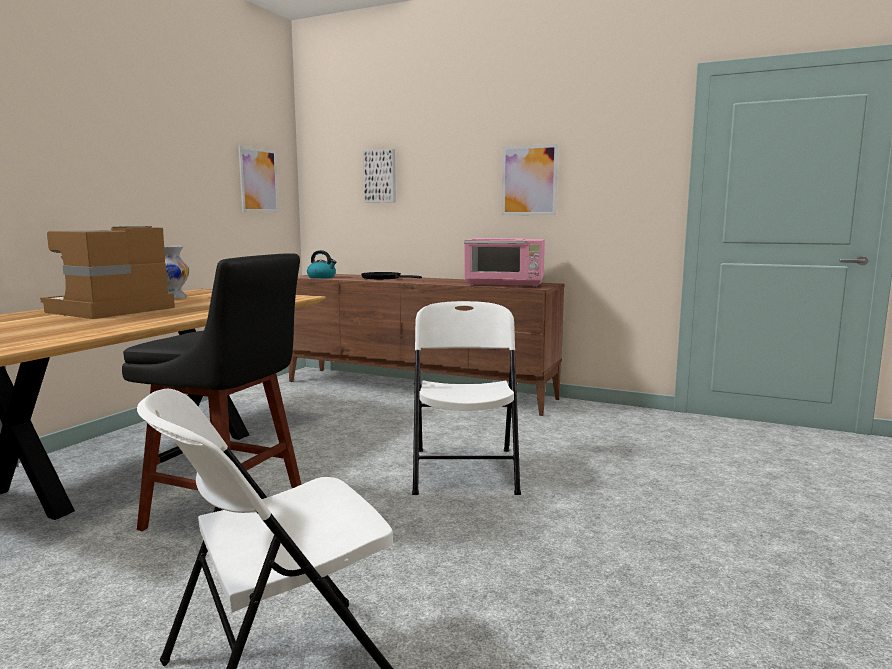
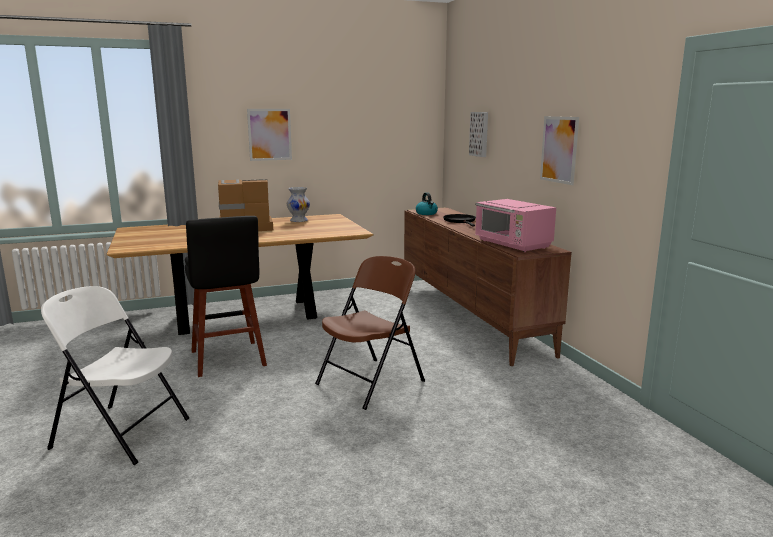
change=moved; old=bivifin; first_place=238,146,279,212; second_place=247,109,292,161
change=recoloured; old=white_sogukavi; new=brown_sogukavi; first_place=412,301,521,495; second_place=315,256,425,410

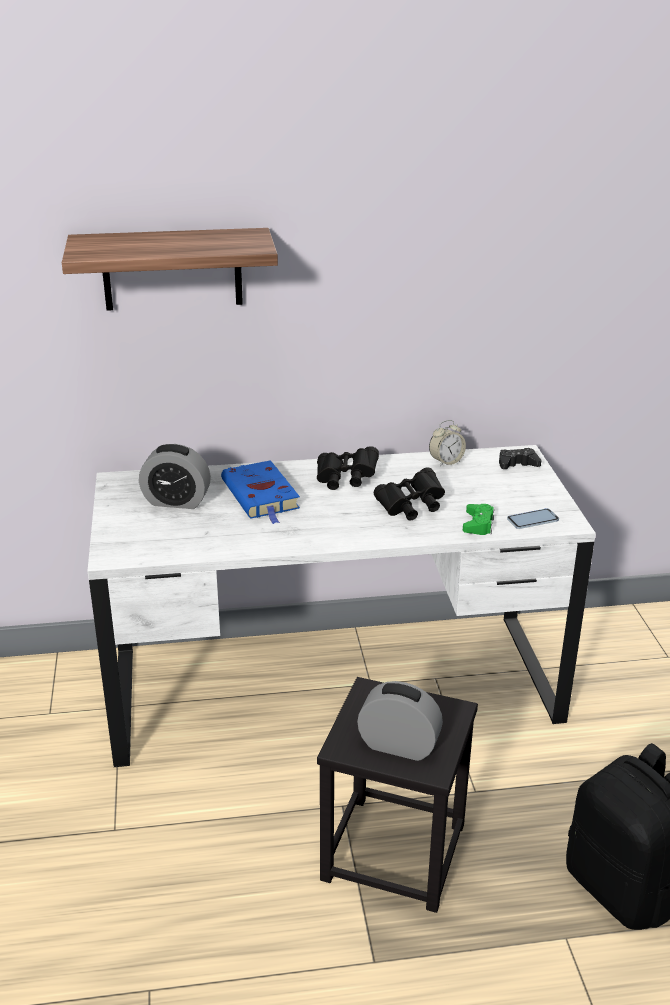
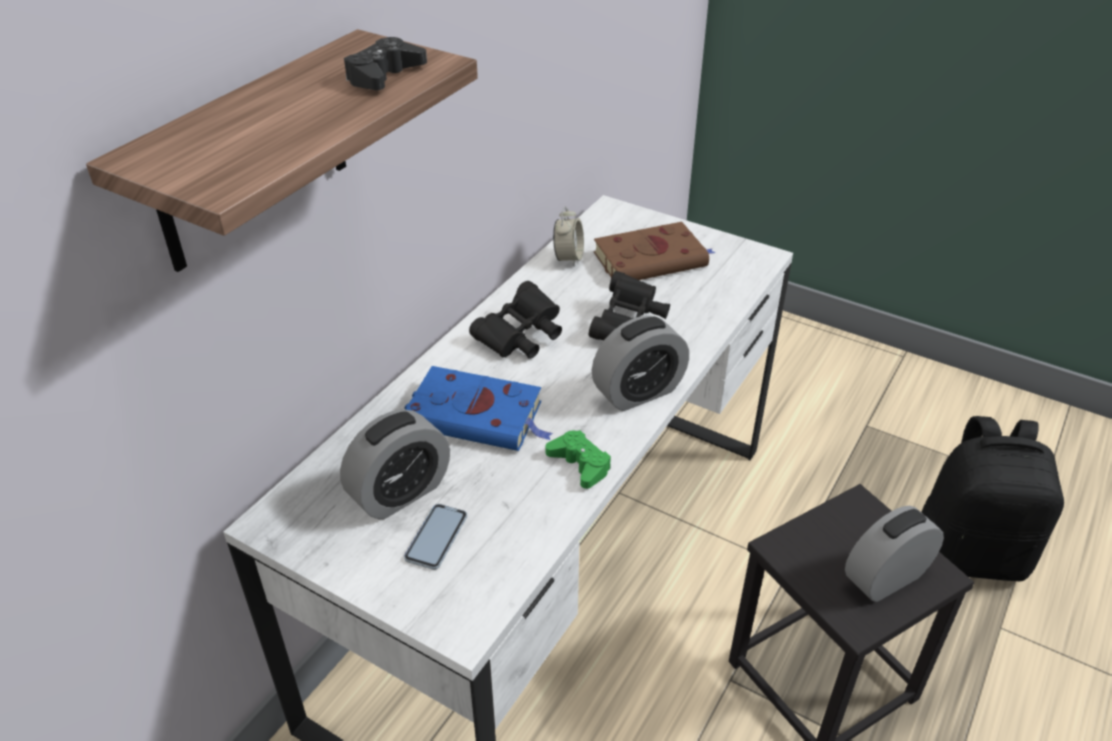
change=moved; old=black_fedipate; first_place=499,448,541,469; second_place=344,37,427,90
change=moved; old=green_fedipate; first_place=463,504,494,535; second_place=546,430,611,489
change=moved; old=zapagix; first_place=507,508,559,529; second_place=404,504,467,570
change=added; new=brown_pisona; second_place=594,222,716,280
change=added; new=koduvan; second_place=592,316,689,411

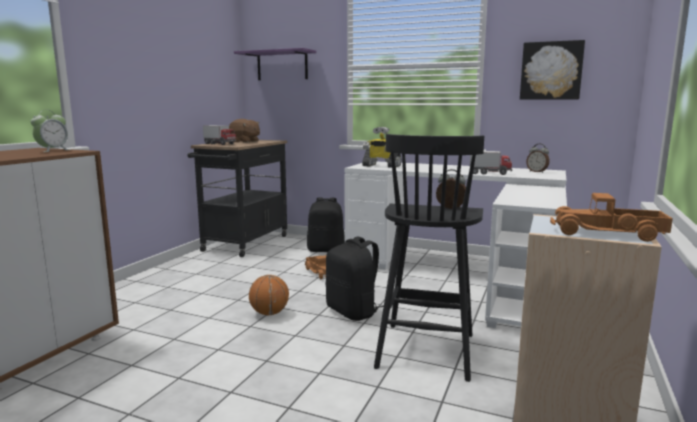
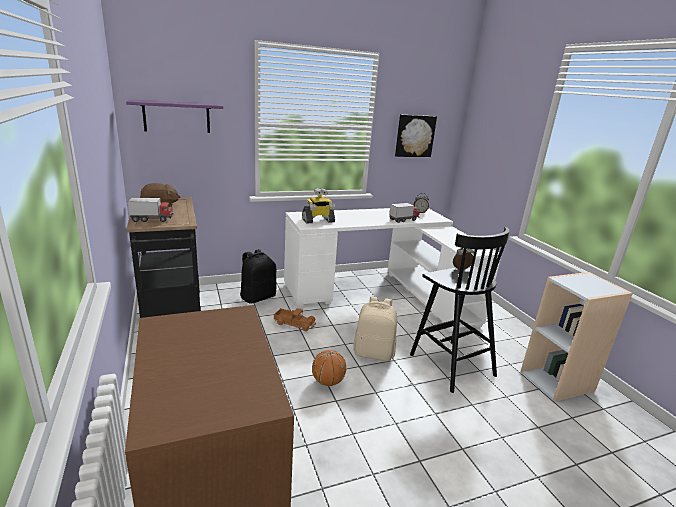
change=removed; old=koduvan; first_place=30,110,69,152
change=removed; old=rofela; first_place=550,193,673,242
change=recoloured; old=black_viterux; new=beige_viterux; first_place=326,236,384,321; second_place=353,296,397,362

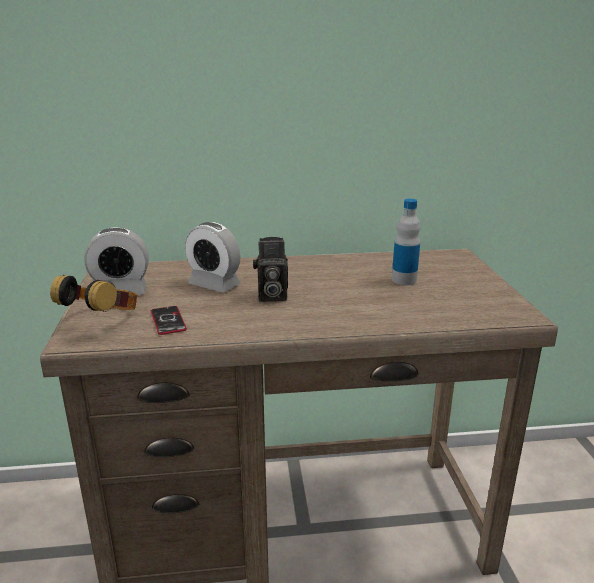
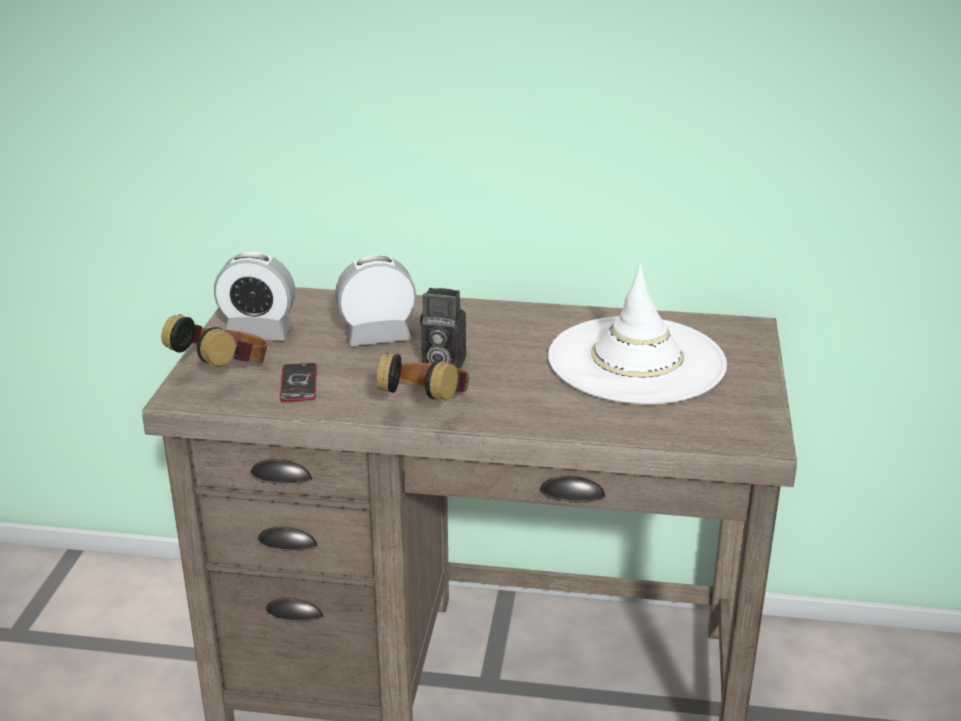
change=replaced; old=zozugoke; new=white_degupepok; first_place=392,199,420,285; second_place=548,264,727,405
change=turned; old=koduvan; first_place=185,222,241,292; second_place=335,255,416,346; degrees=120
change=added; new=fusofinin; second_place=377,352,470,401

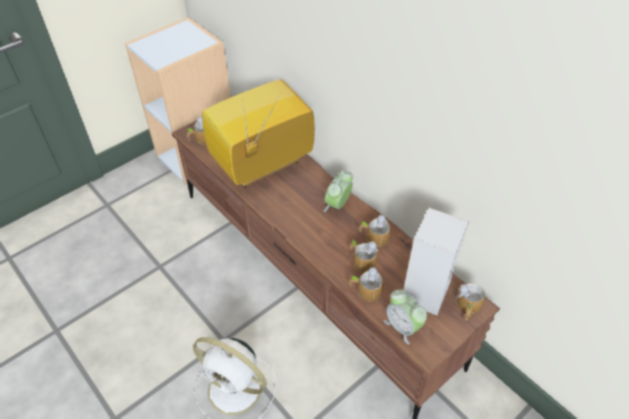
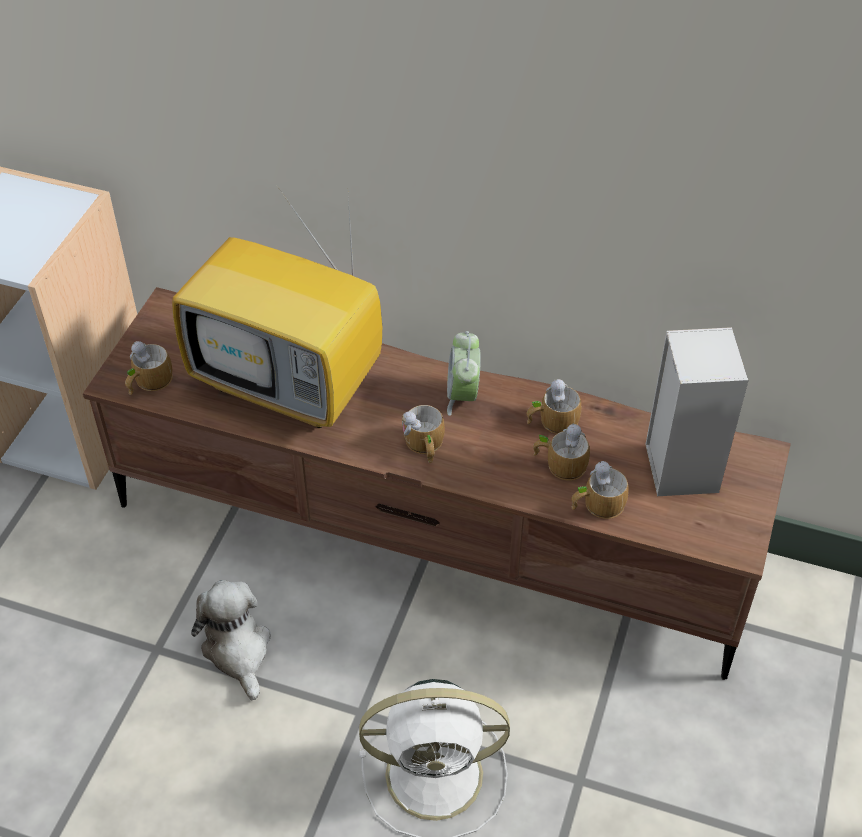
change=turned; old=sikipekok; first_place=202,80,315,187; second_place=172,183,382,428; degrees=-90
change=moved; old=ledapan; first_place=457,283,485,320; second_place=402,405,445,463
change=removed; old=koduvan; first_place=384,289,427,345
change=added; new=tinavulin; second_place=191,580,271,700

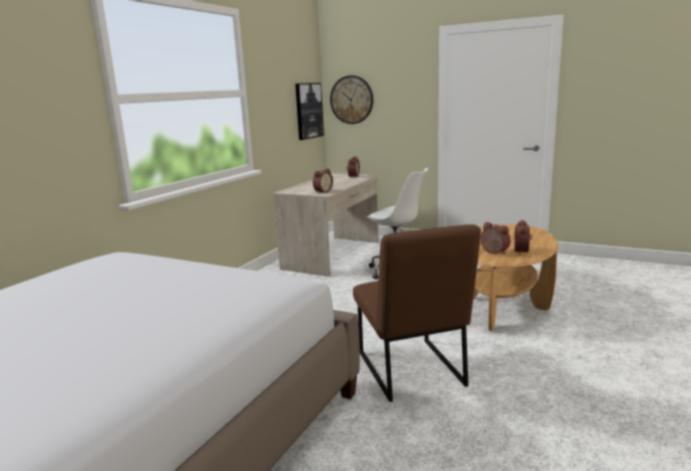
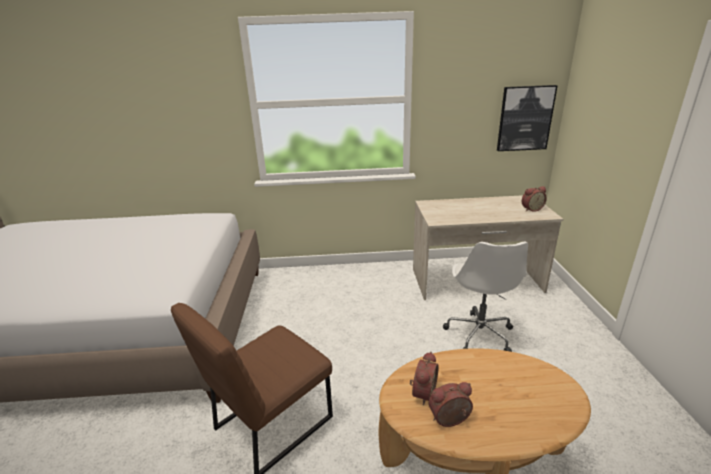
change=removed; old=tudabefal; first_place=330,75,373,124
change=removed; old=koduvan; first_place=313,168,333,194

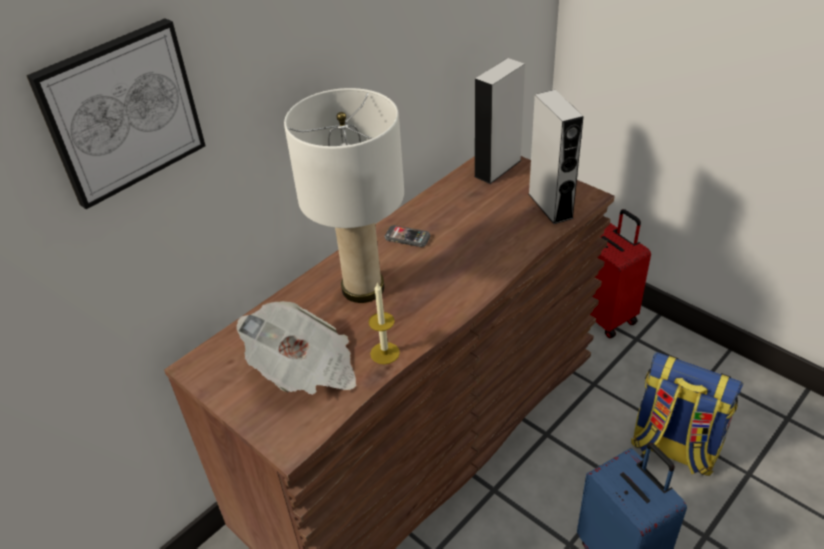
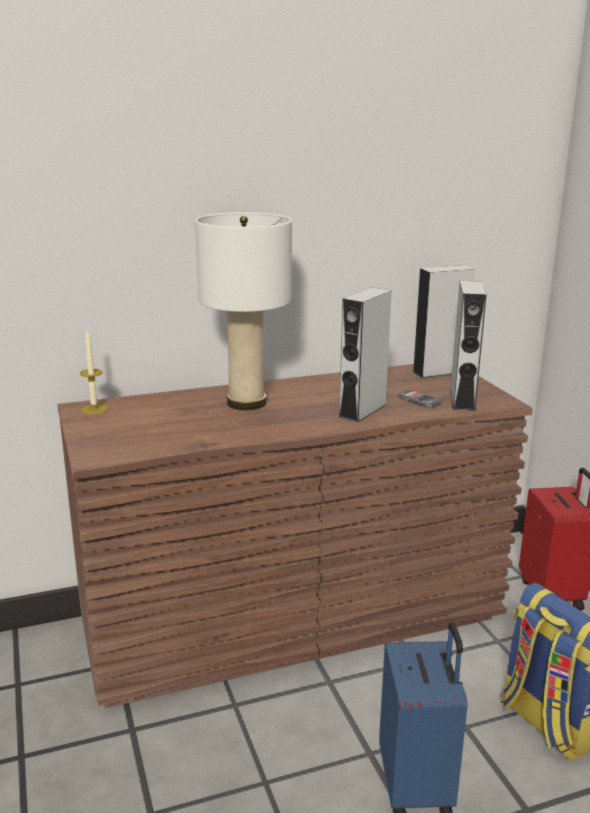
change=removed; old=bivifin; first_place=26,18,205,209
change=moved; old=zapagix; first_place=384,225,431,247; second_place=399,390,442,408
change=moved; old=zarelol; first_place=369,283,400,364; second_place=80,331,108,415
change=removed; old=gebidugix; first_place=236,301,356,395
change=added; new=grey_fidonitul; second_place=339,288,392,422

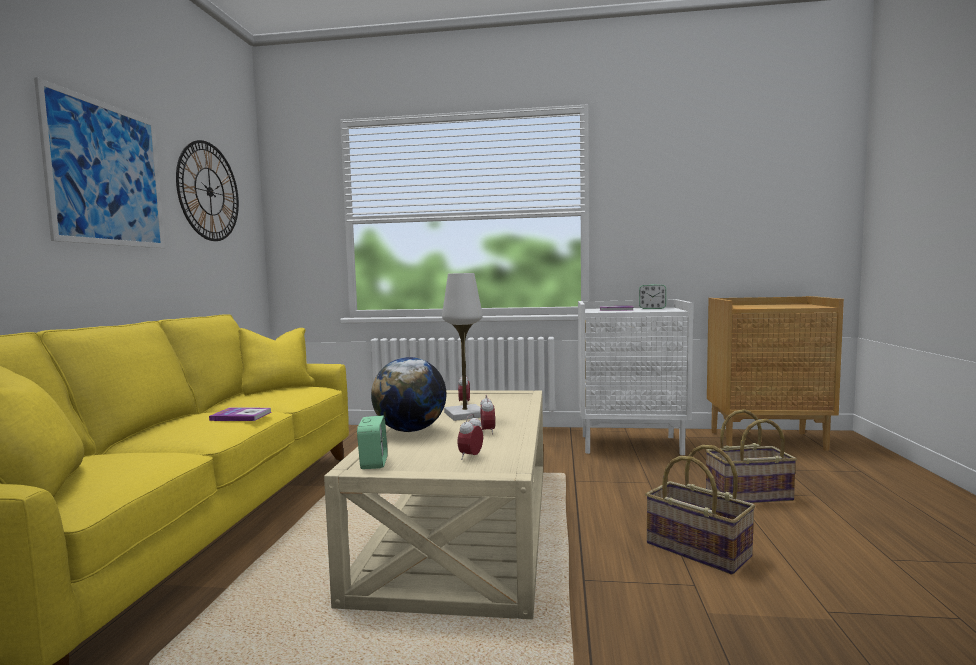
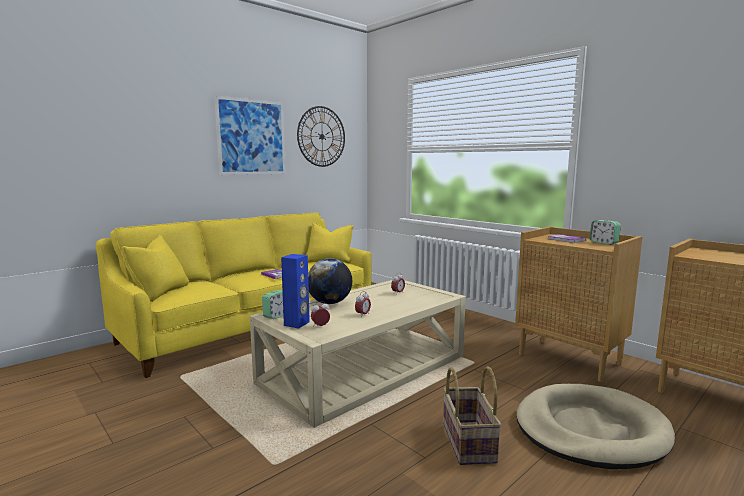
change=removed; old=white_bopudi; first_place=442,273,483,421
change=recoloured; old=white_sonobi; new=brown_sonobi; first_place=578,299,693,455; second_place=515,227,643,382
change=replaced; old=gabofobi; new=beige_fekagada; first_place=705,409,797,503; second_place=516,384,675,469
change=added; new=blue_fidonitul; second_place=281,254,310,329

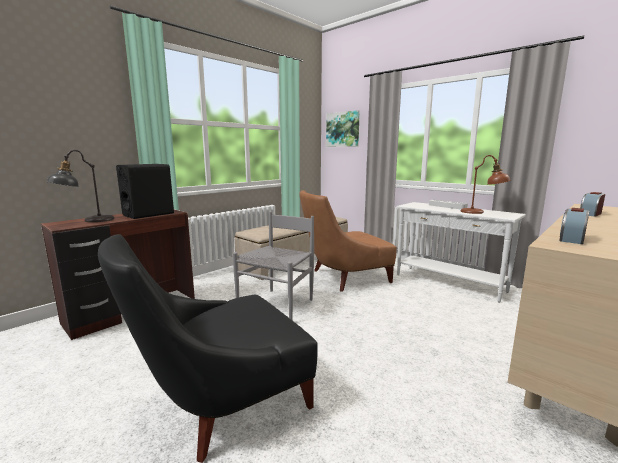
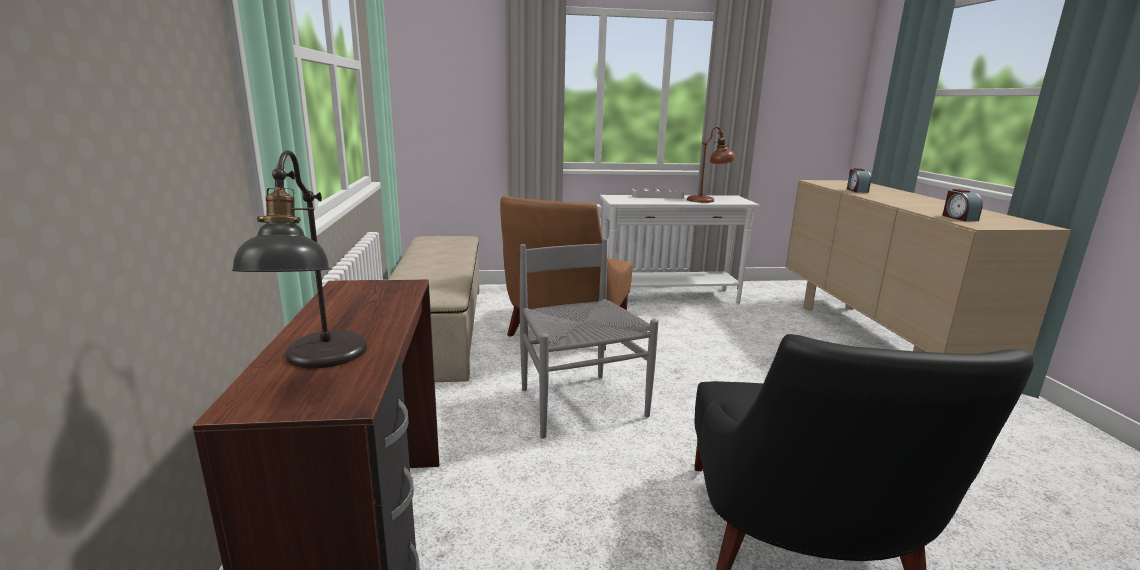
change=removed; old=bivifin; first_place=326,110,360,147
change=removed; old=black_fidonitul; first_place=116,164,174,219

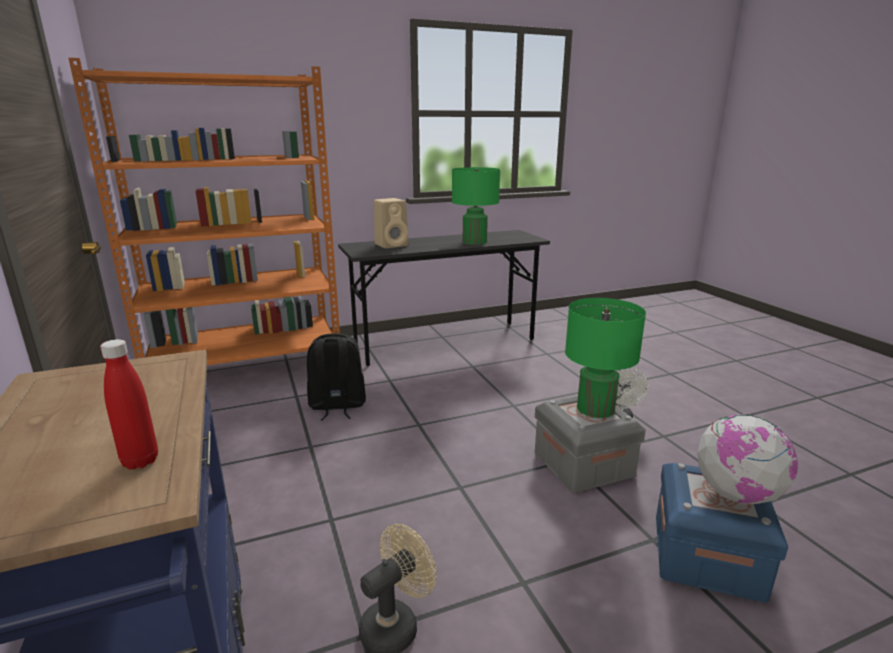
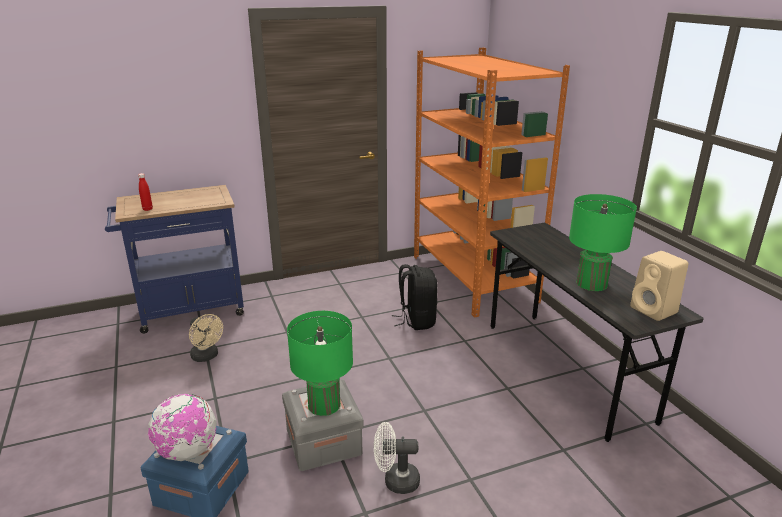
change=moved; old=beige_fidonitul; first_place=374,198,409,249; second_place=630,251,689,321

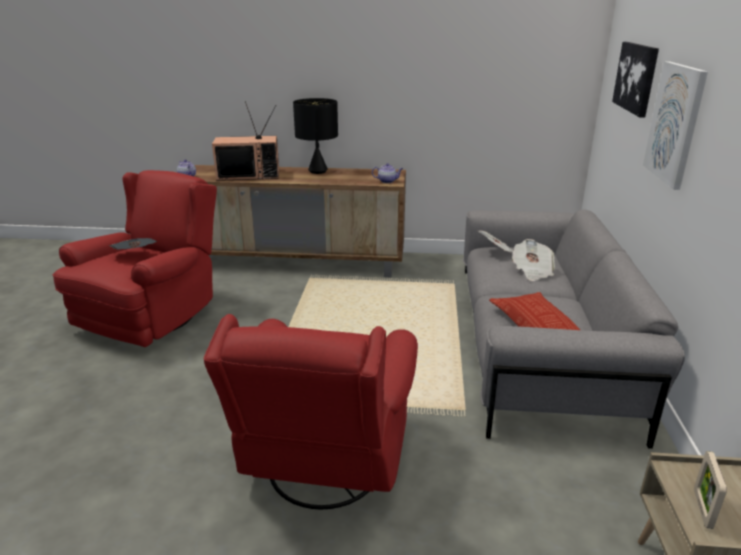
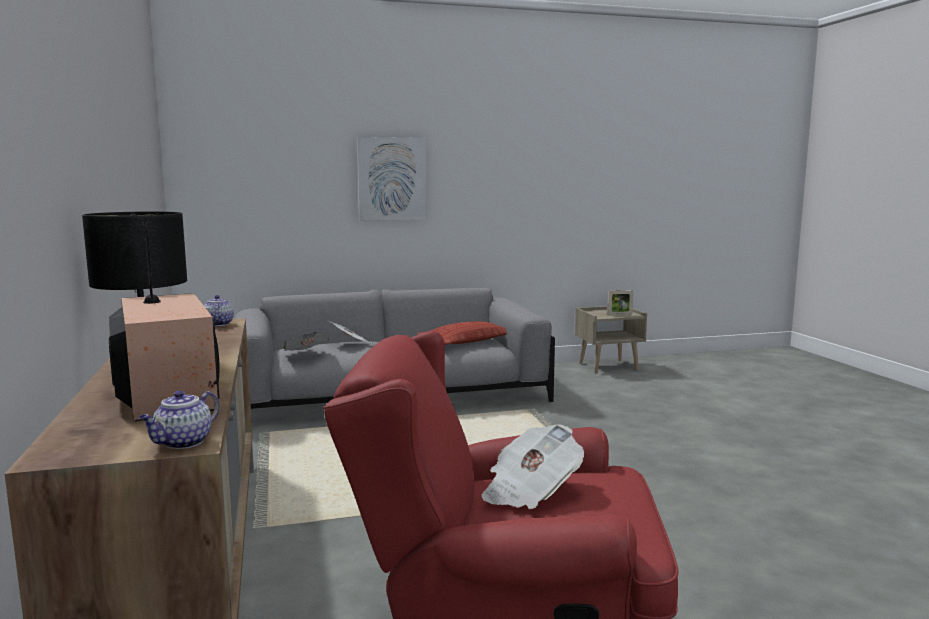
change=removed; old=bivifin; first_place=612,42,659,118
change=removed; old=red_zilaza; first_place=203,314,418,510

